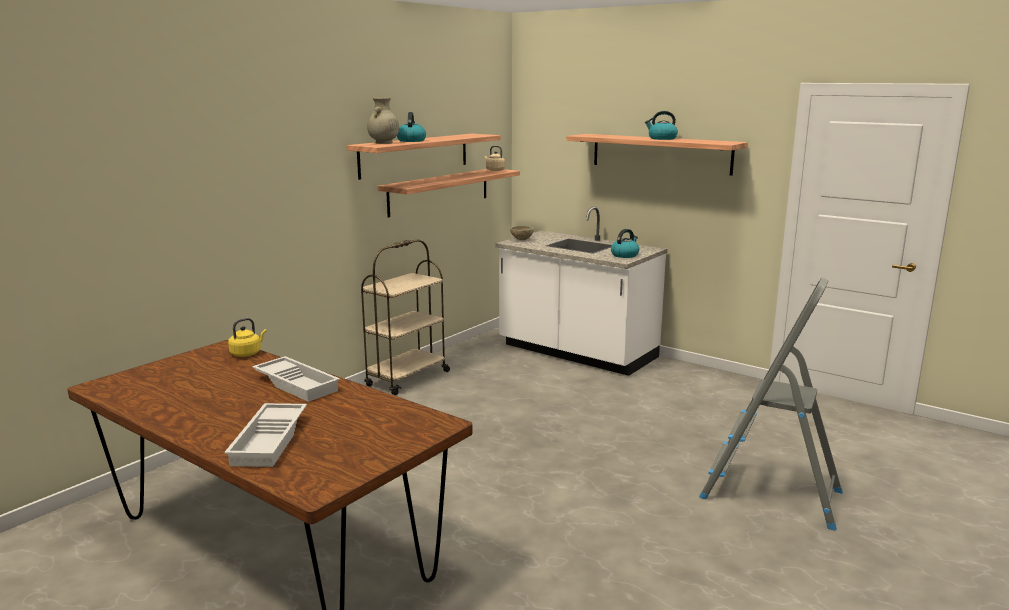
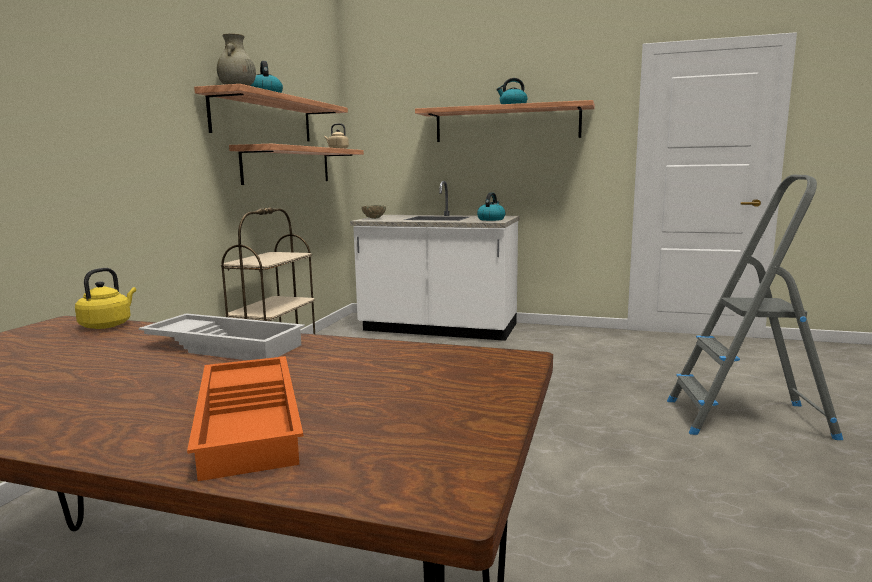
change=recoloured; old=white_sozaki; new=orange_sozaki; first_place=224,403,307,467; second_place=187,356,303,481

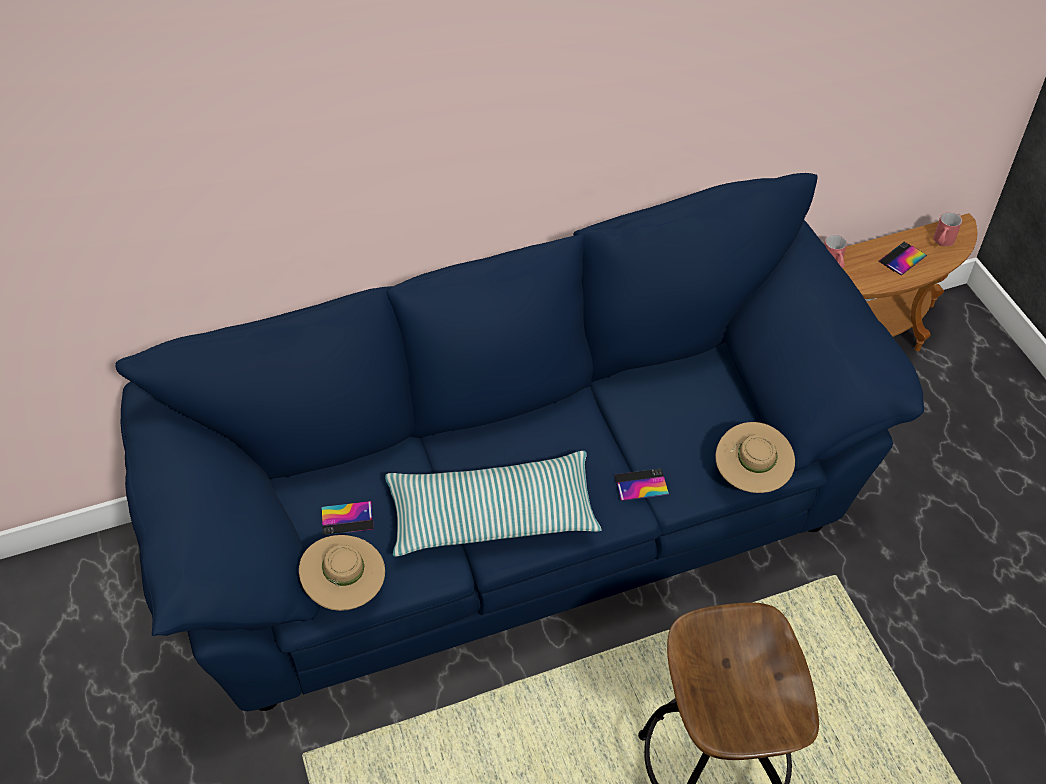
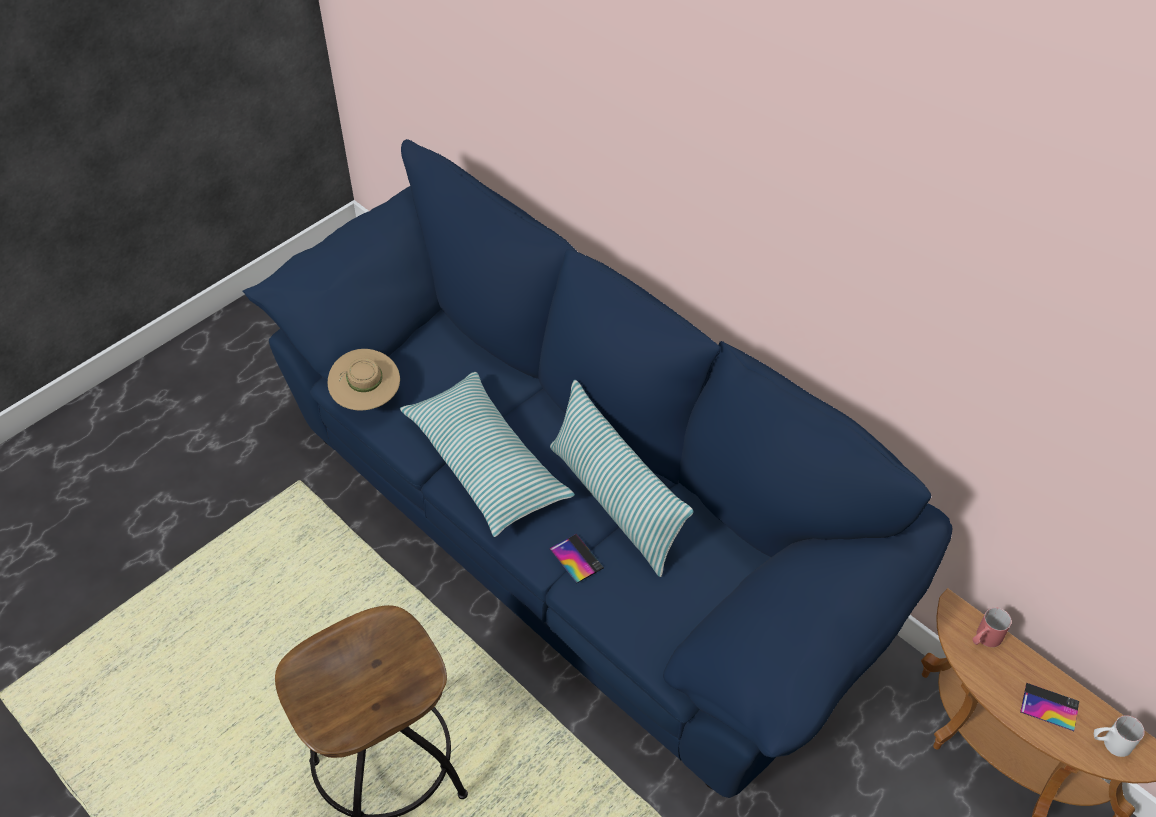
change=recoloured; old=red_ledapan; new=white_ledapan; first_place=933,212,962,246; second_place=1094,715,1145,757
change=removed; old=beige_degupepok; first_place=715,422,795,493
change=removed; old=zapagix; first_place=322,501,374,536
change=added; new=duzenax; second_place=550,380,693,577

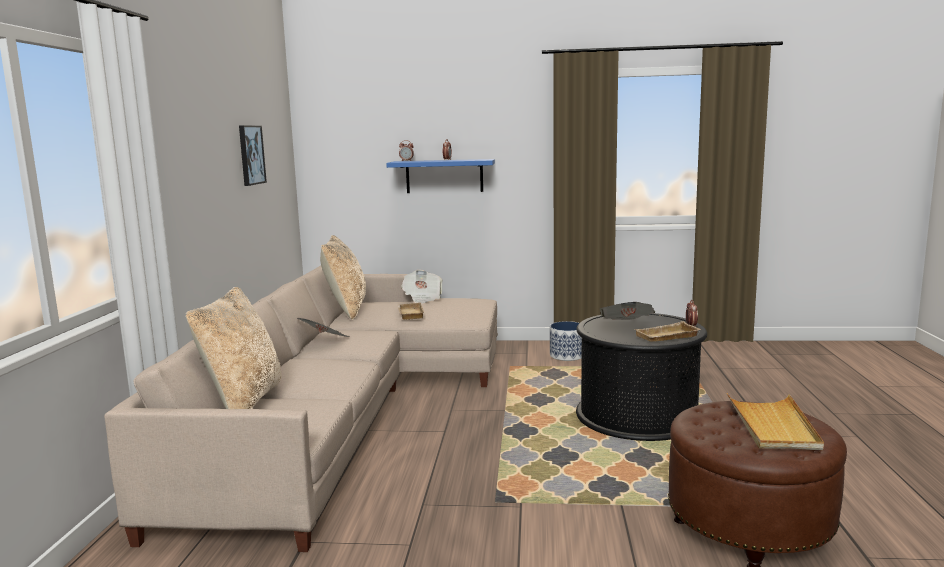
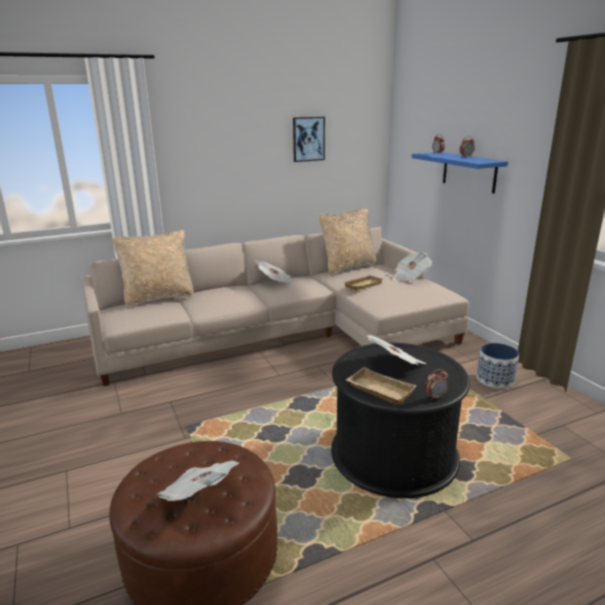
change=replaced; old=beige_sozaki; new=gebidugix; first_place=727,393,824,450; second_place=157,460,239,501

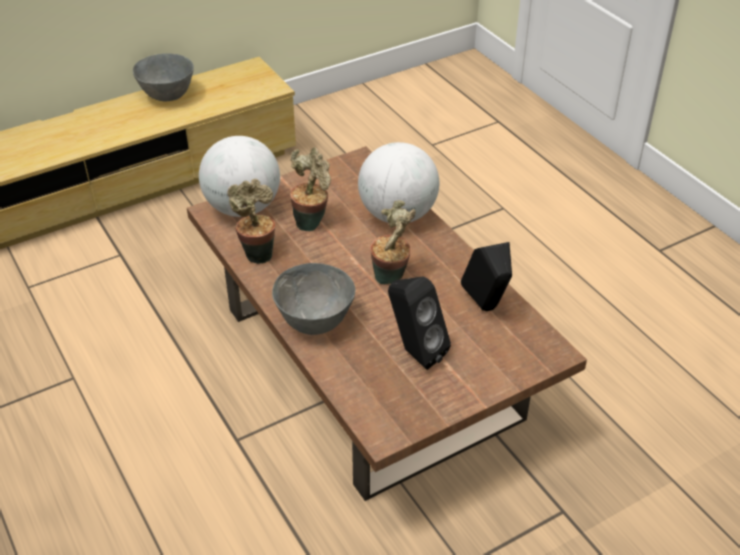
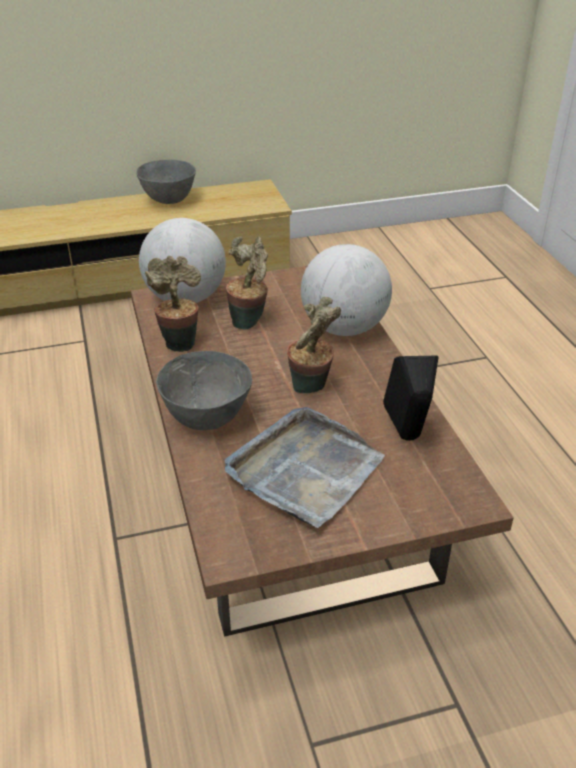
change=replaced; old=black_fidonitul; new=grey_sozaki; first_place=388,277,451,370; second_place=225,407,385,528

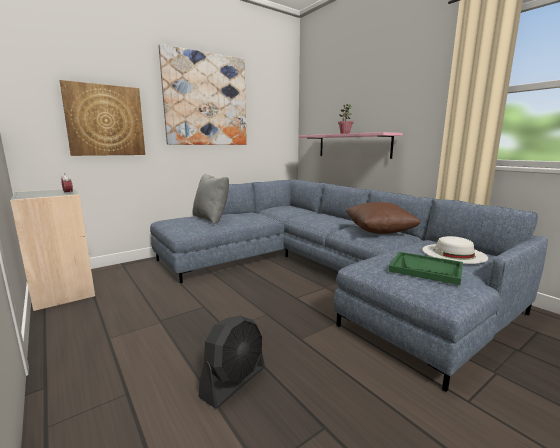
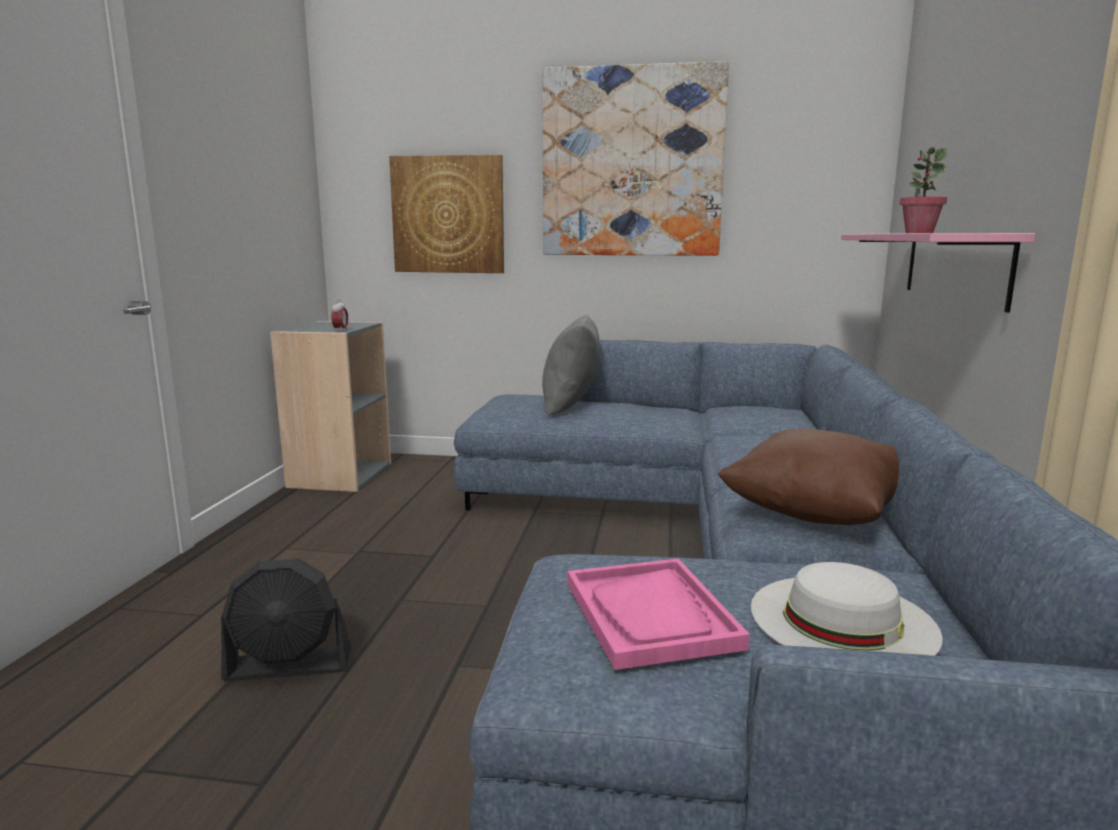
change=recoloured; old=green_sozaki; new=pink_sozaki; first_place=389,252,463,285; second_place=568,558,750,670

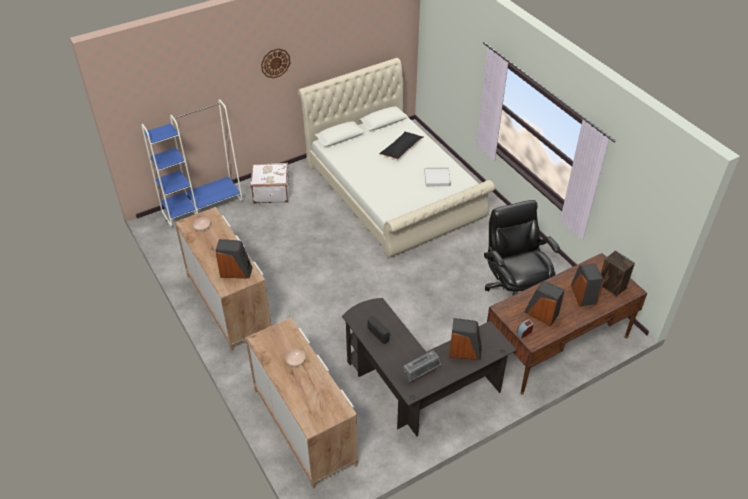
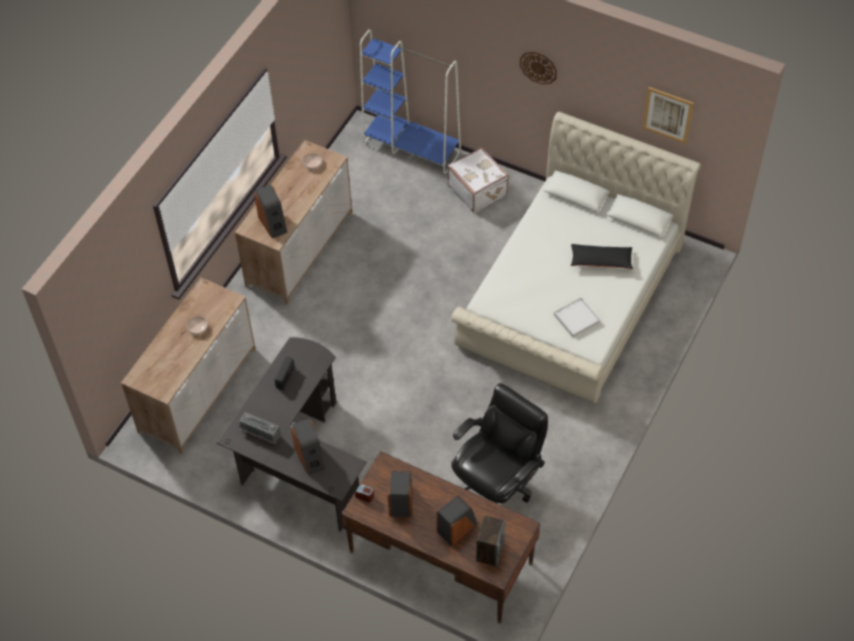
change=added; new=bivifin; second_place=642,87,694,144

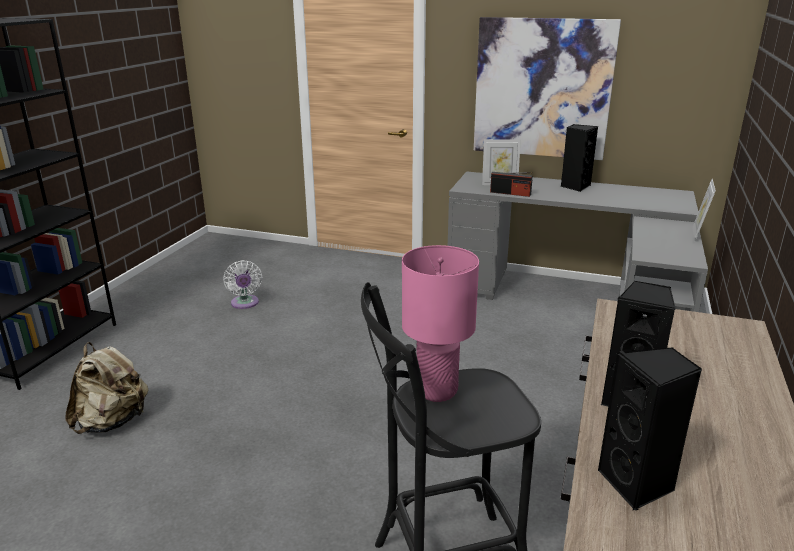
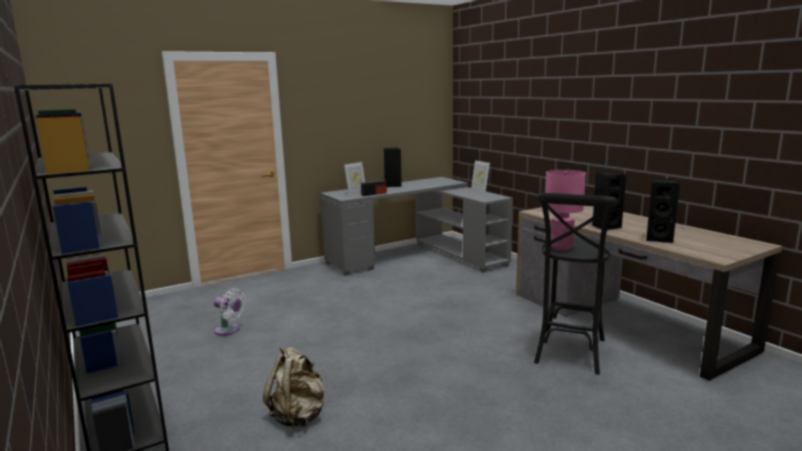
change=removed; old=bivifin; first_place=474,17,621,160

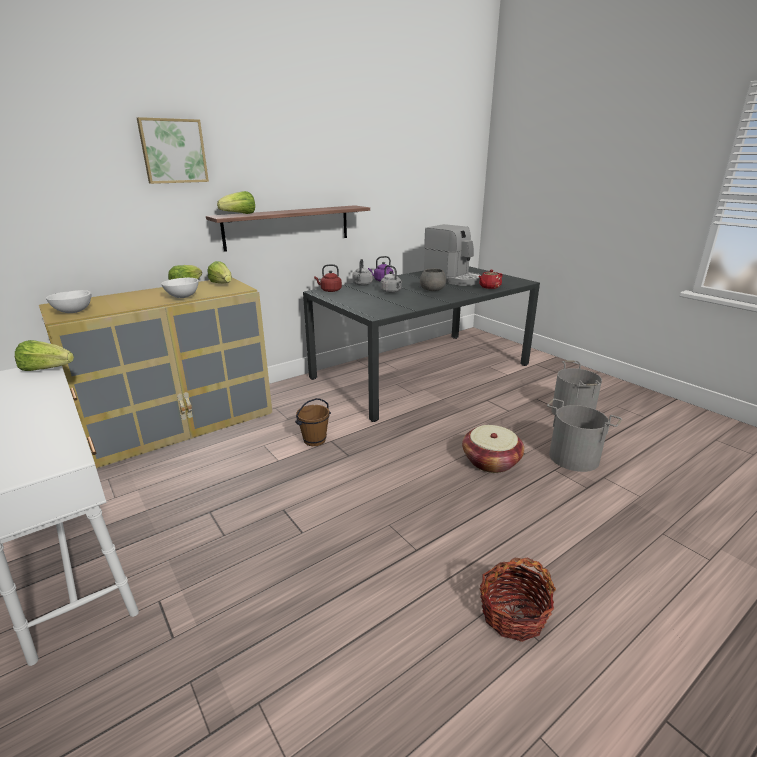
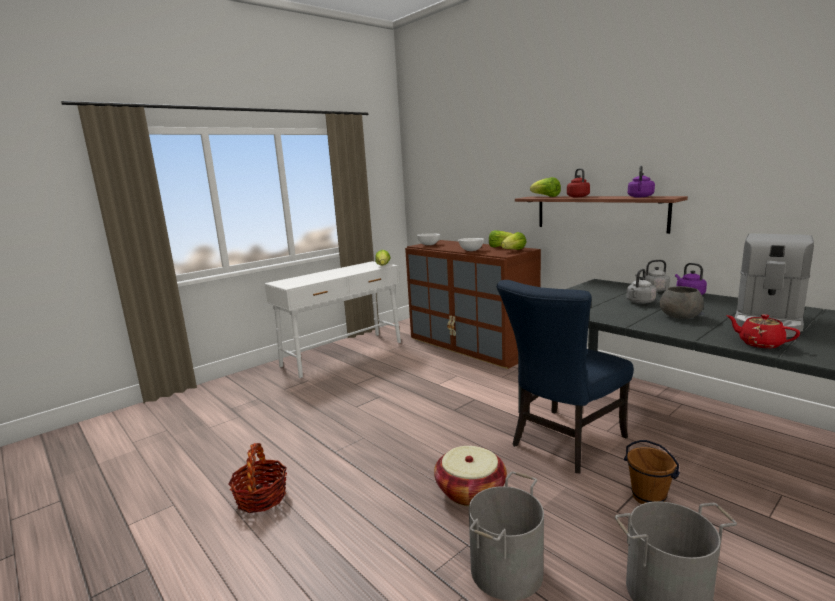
change=removed; old=bivifin; first_place=137,117,209,184
change=moved; old=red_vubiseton; first_place=314,264,342,292; second_place=567,168,590,197
change=recoloured; old=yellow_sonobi; new=brown_sonobi; first_place=39,277,272,468; second_place=405,240,541,369
change=moved; old=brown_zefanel; first_place=295,398,331,446; second_place=624,440,680,504
change=added; new=purple_vubiseton; second_place=628,165,655,197
change=added; new=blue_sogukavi; second_place=496,280,634,474

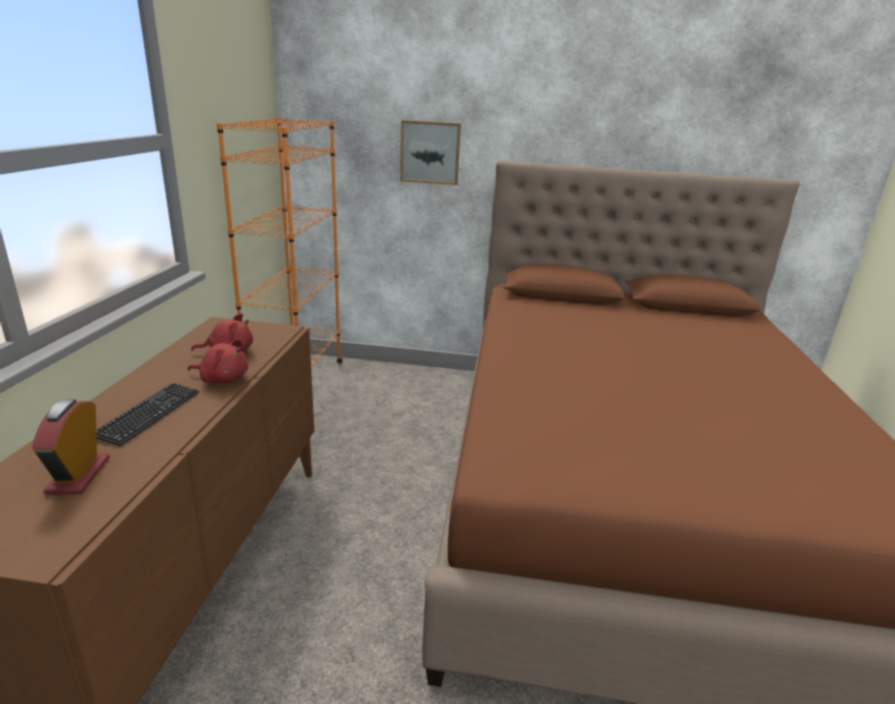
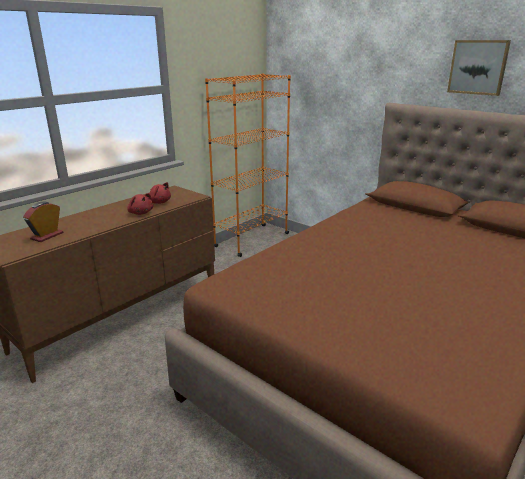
change=moved; old=bivifin; first_place=400,120,461,185; second_place=447,40,511,96
change=removed; old=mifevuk; first_place=96,383,199,446

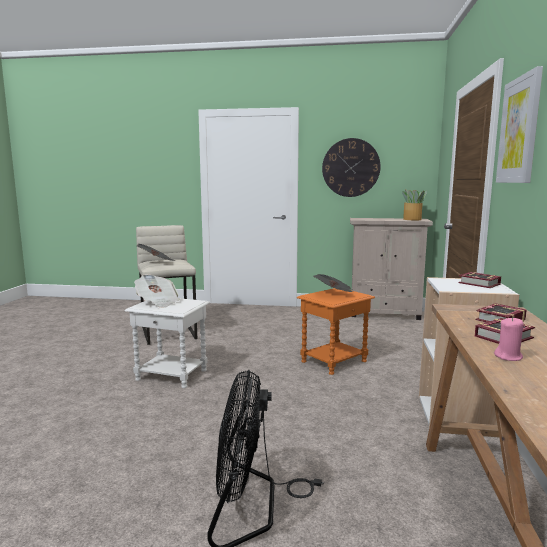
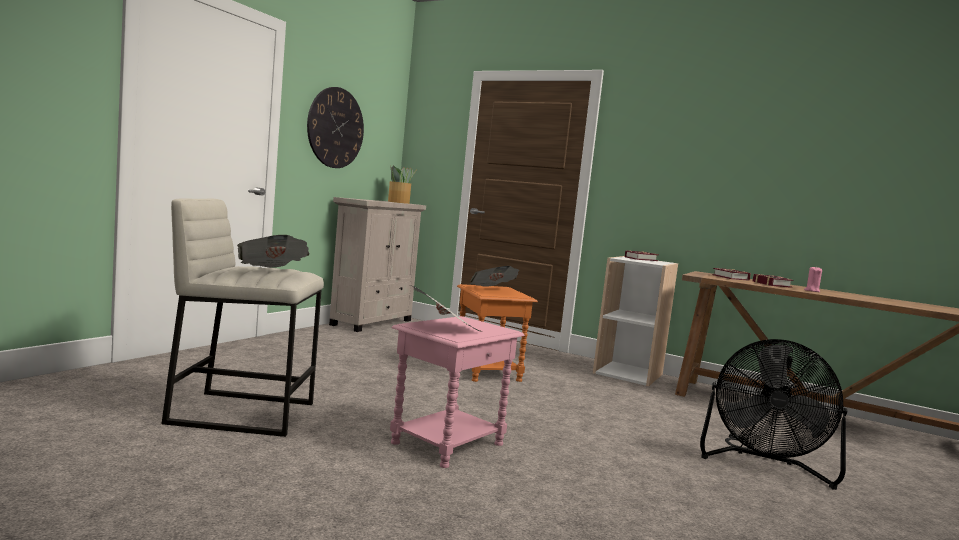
change=removed; old=bivifin; first_place=496,66,543,183
change=recoloured; old=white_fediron; new=pink_fediron; first_place=125,298,210,388; second_place=390,316,525,468

